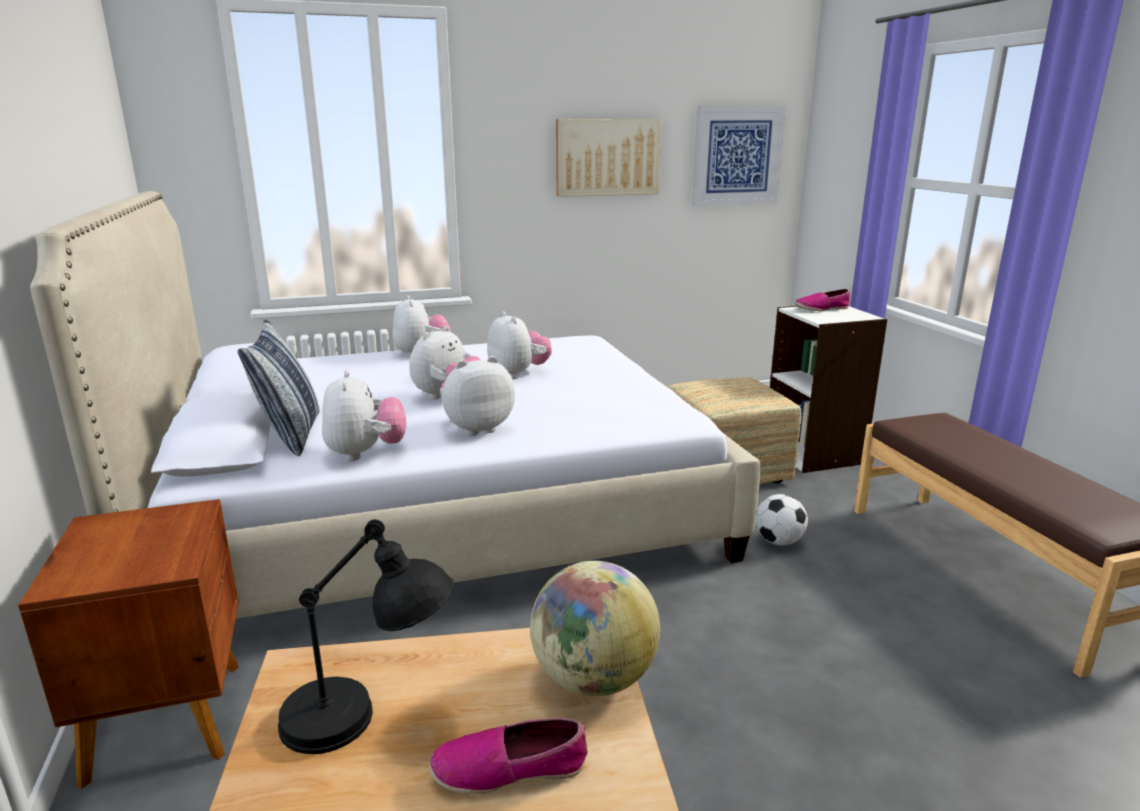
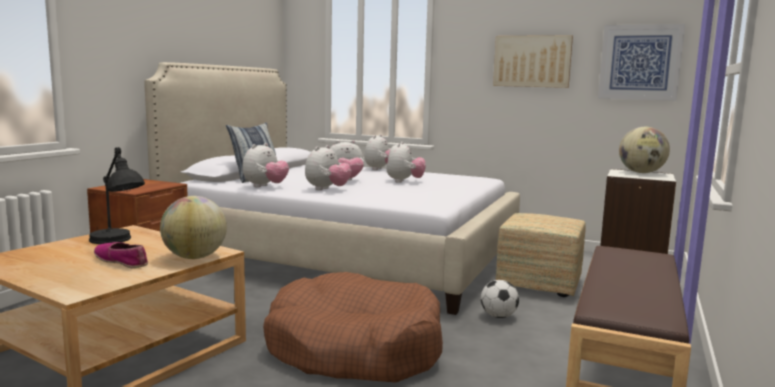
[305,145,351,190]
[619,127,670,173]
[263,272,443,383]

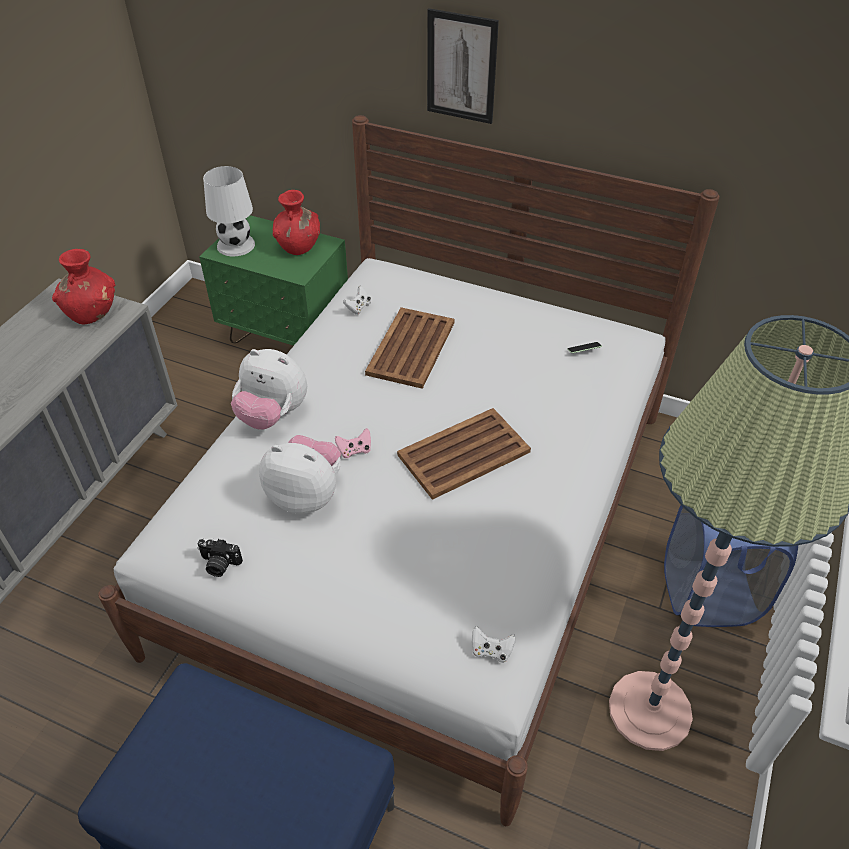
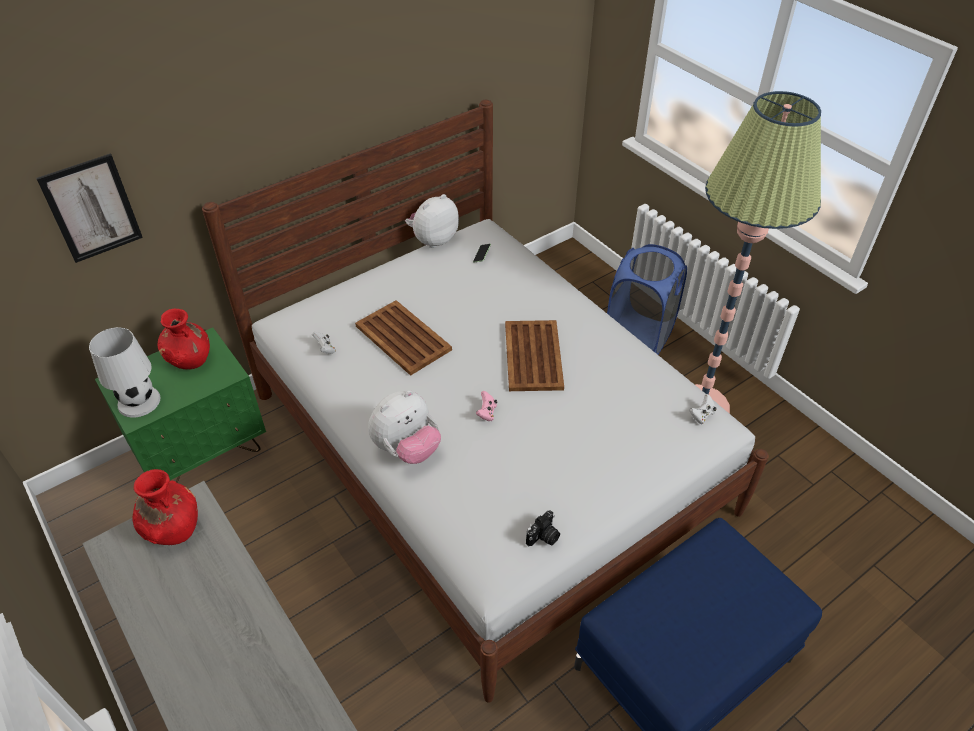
[405,194,459,248]
[36,153,143,263]

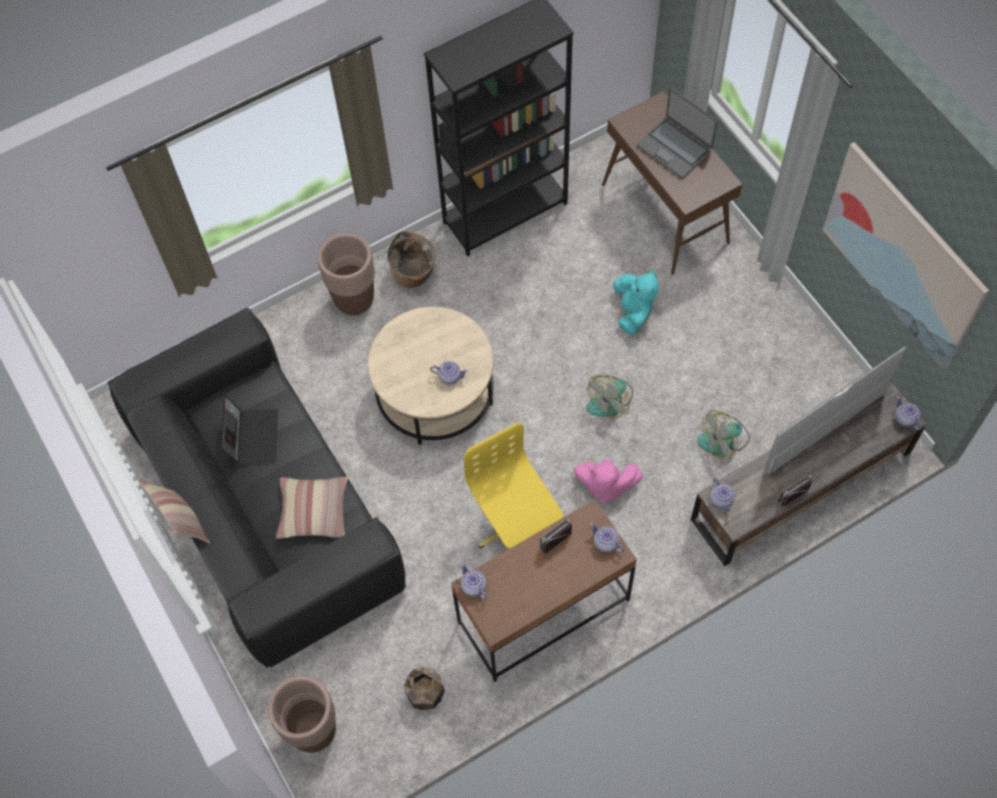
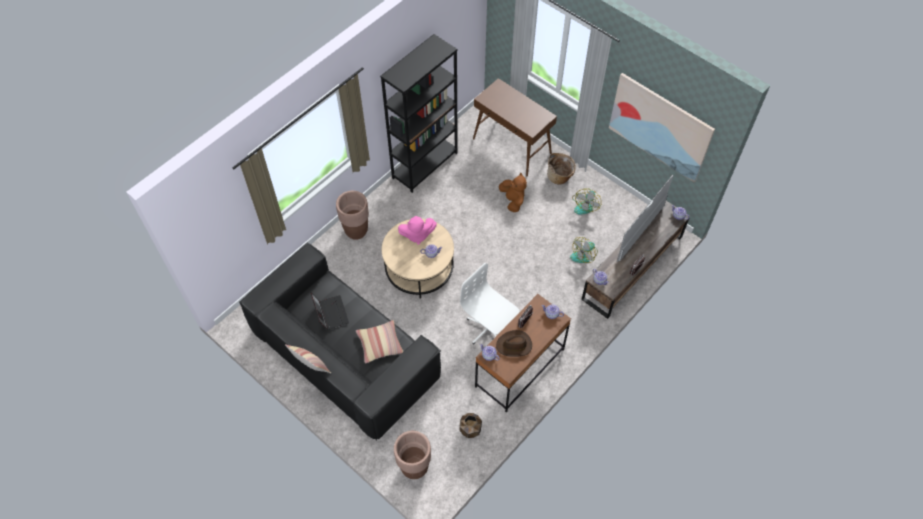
[547,153,576,185]
[460,263,519,344]
[398,216,437,245]
[572,188,602,214]
[499,173,527,212]
[637,88,718,178] (first image)
[496,330,532,357]

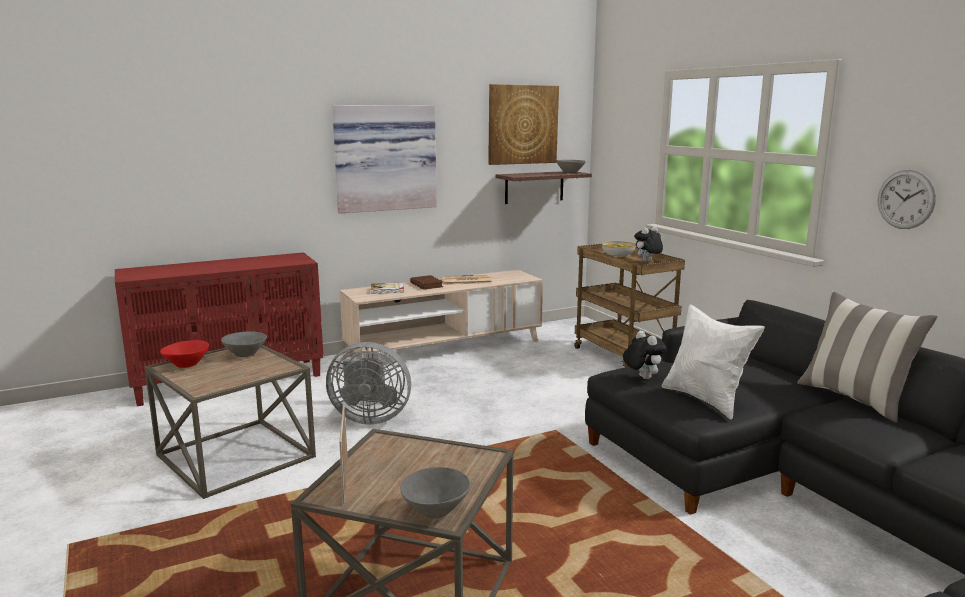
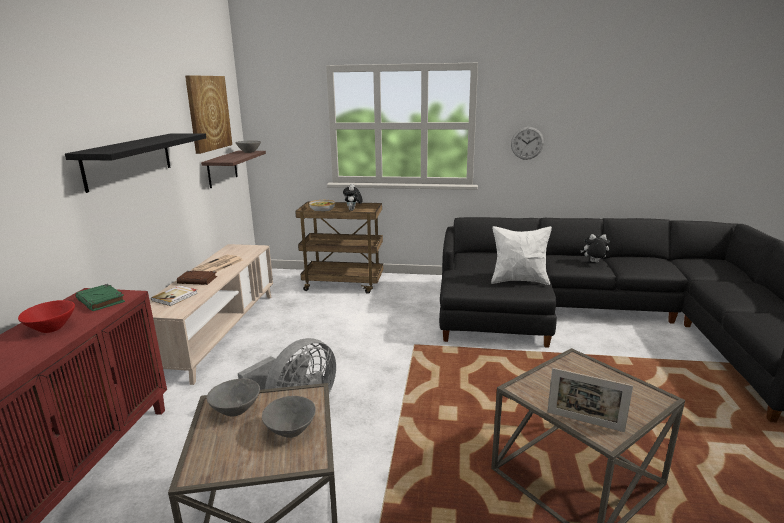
[18,300,75,333]
[65,133,206,193]
[262,396,316,438]
[580,234,610,263]
[798,291,937,423] (first image)
[76,284,125,311]

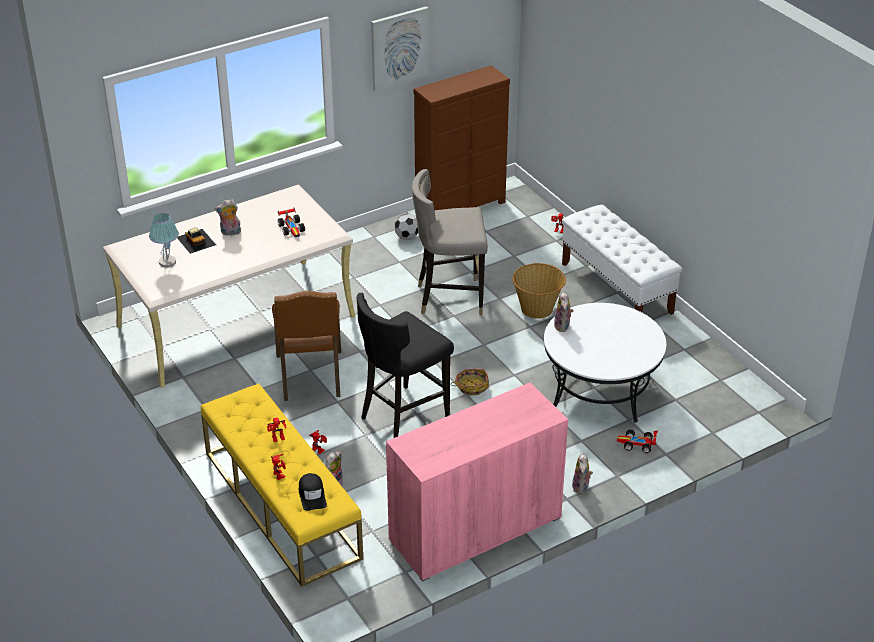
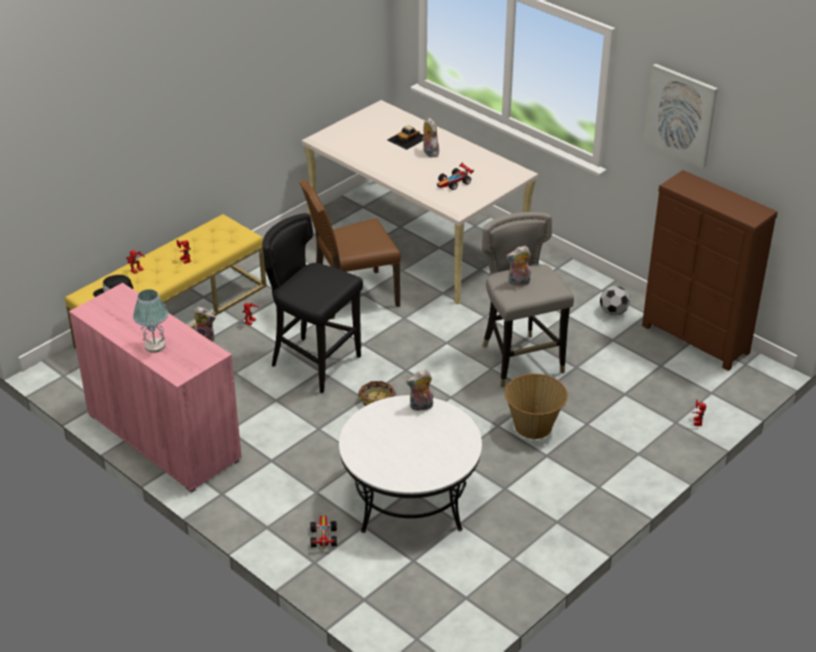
[133,289,168,353]
[562,205,682,315] (first image)
[506,246,531,286]

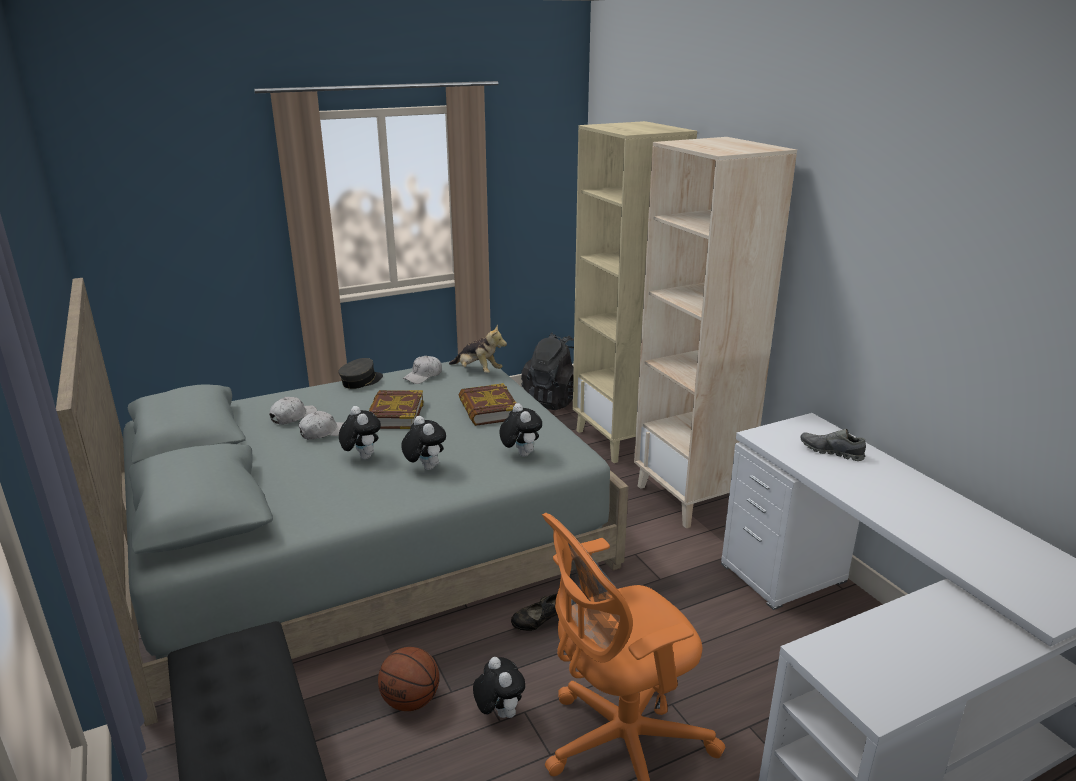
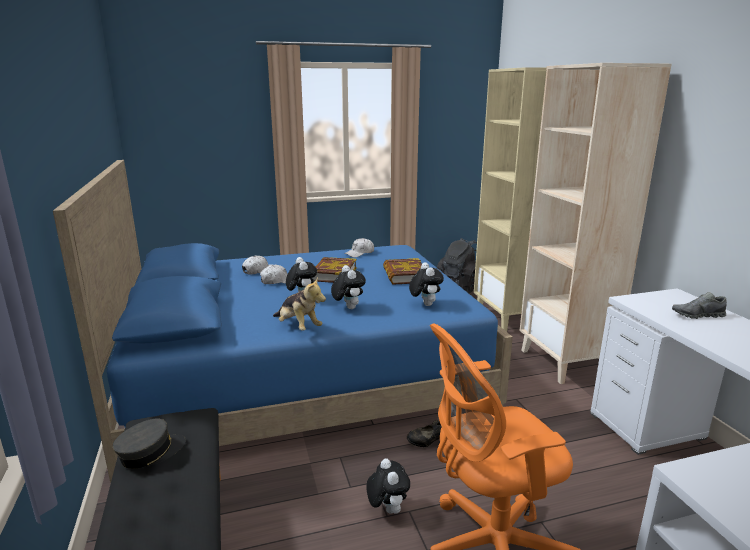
[53,160,513,483]
[113,418,186,469]
[378,647,439,711] (first image)
[273,277,326,330]
[672,292,727,319]

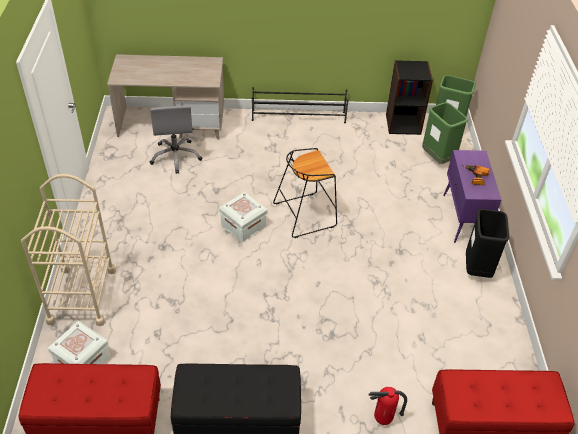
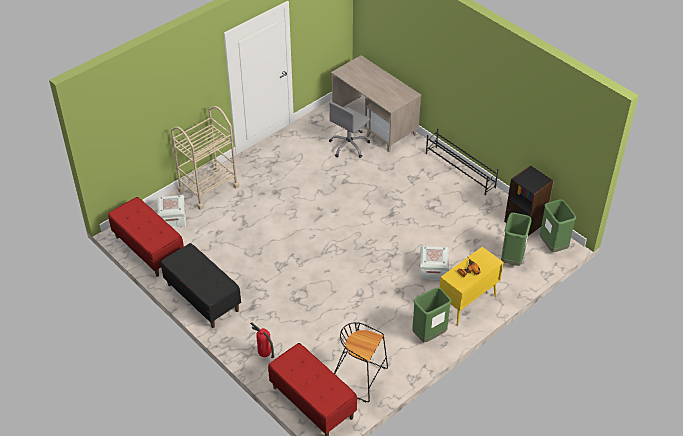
[420,246,449,280]
[334,322,388,402]
[439,247,504,326]
[412,287,451,342]

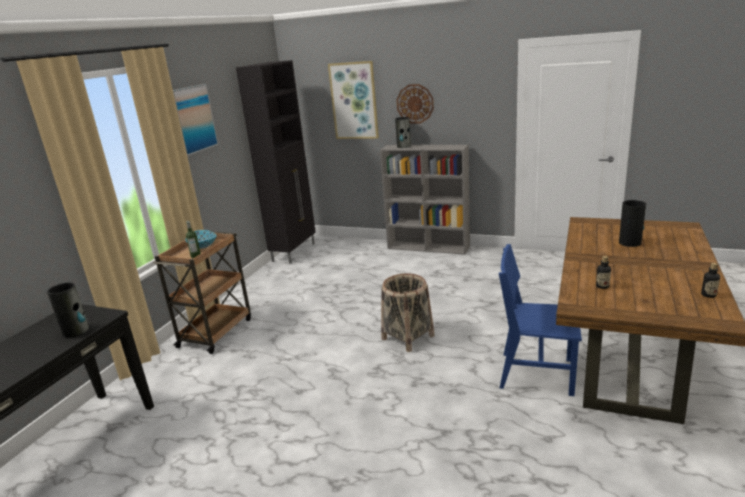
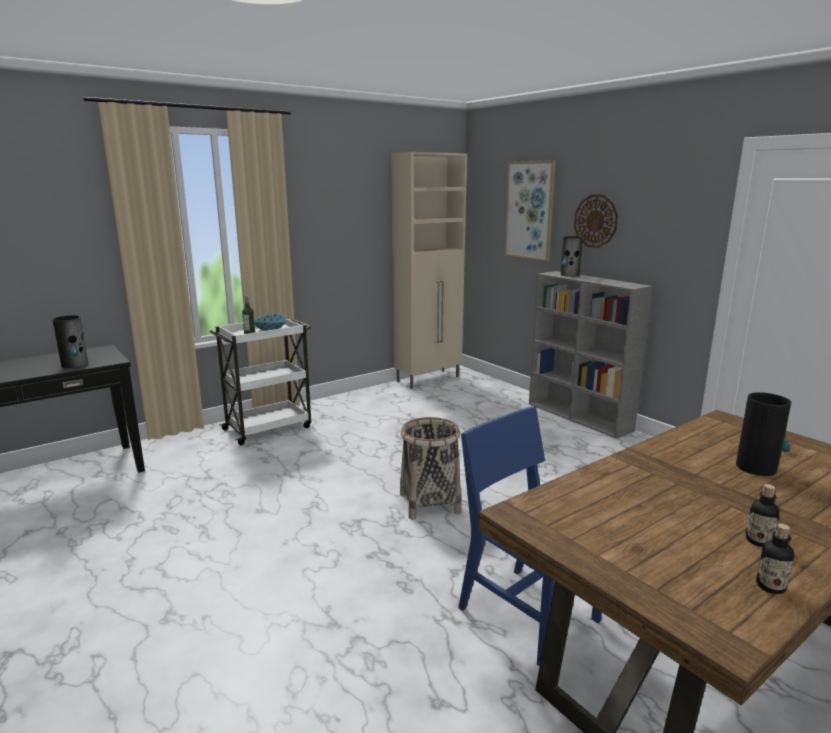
[209,318,311,446]
[173,84,219,156] (first image)
[391,152,467,389]
[746,484,779,547]

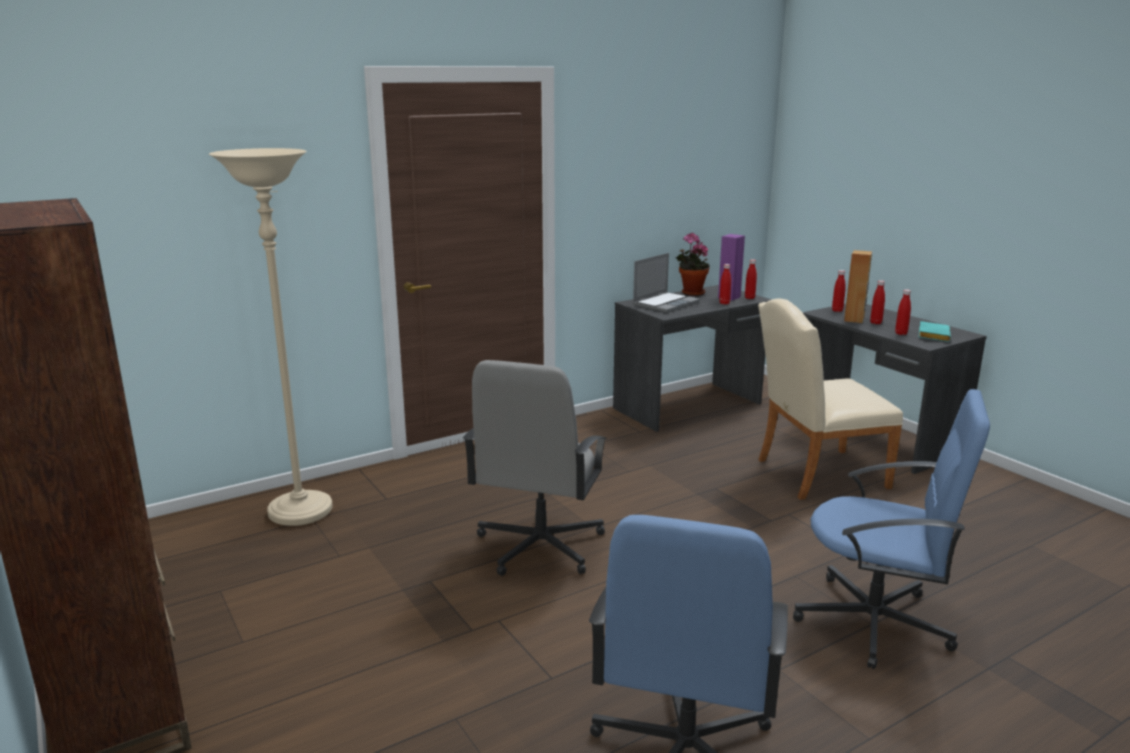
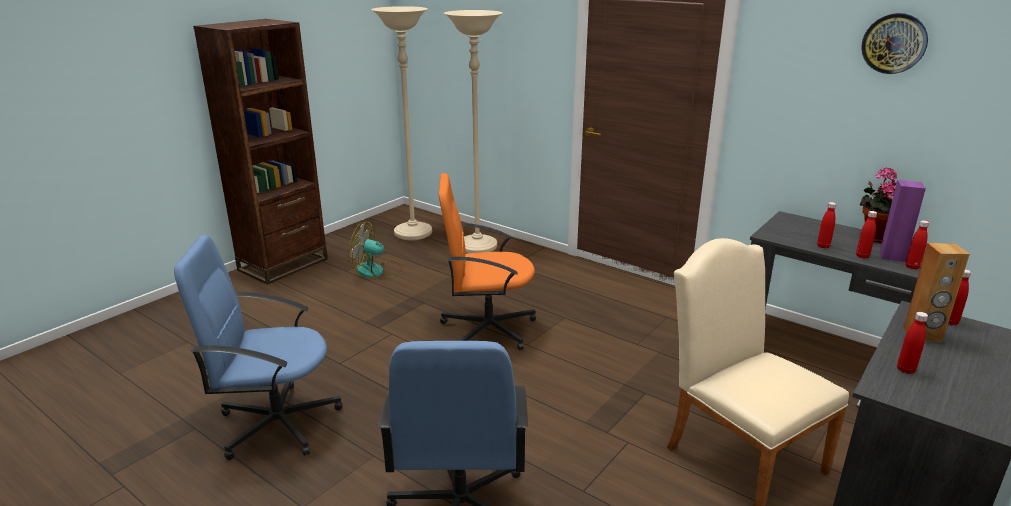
[439,173,536,350]
[633,253,700,313] (first image)
[817,202,836,249]
[919,321,951,342] (first image)
[348,221,401,279]
[371,6,432,240]
[861,13,928,74]

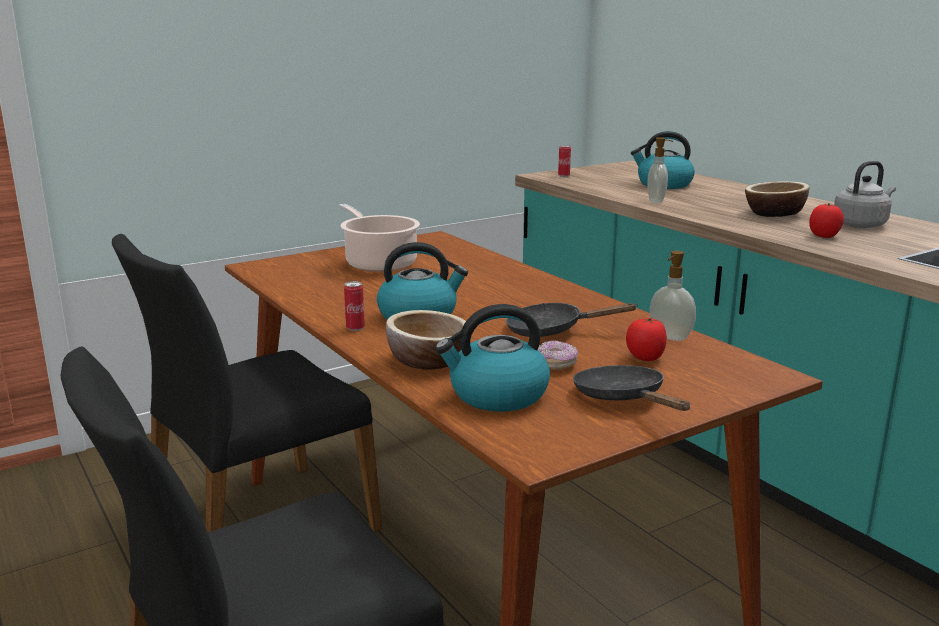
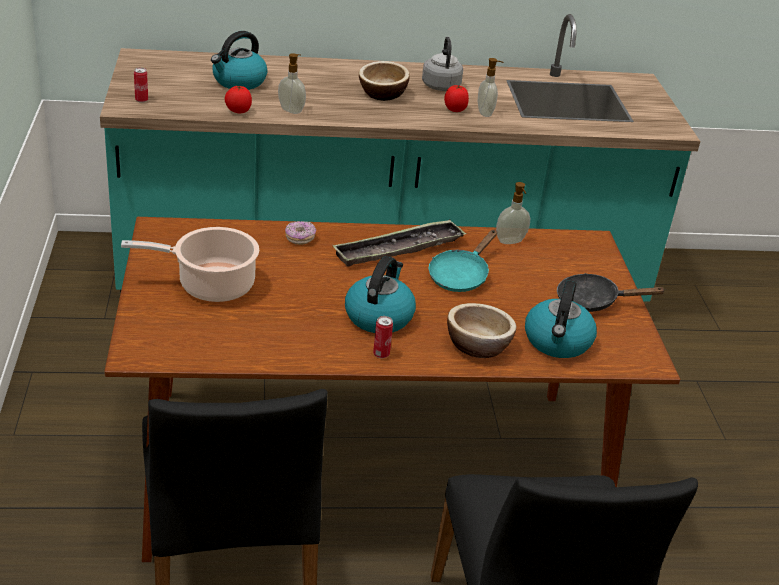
[429,230,497,292]
[285,221,316,245]
[225,86,252,113]
[333,219,467,267]
[478,58,504,117]

